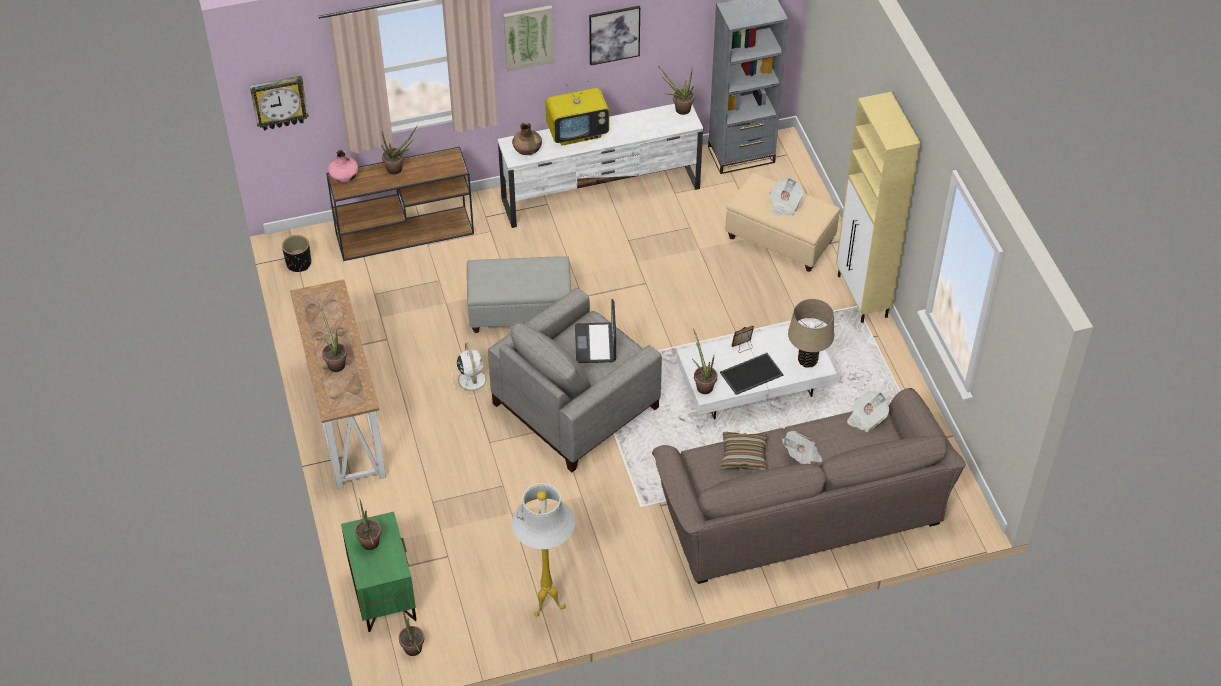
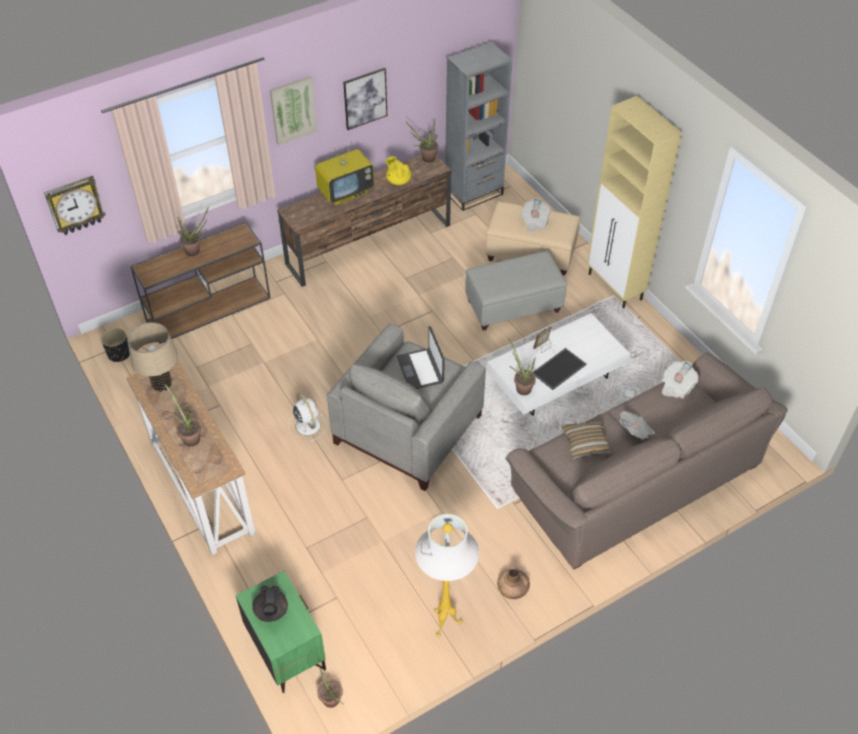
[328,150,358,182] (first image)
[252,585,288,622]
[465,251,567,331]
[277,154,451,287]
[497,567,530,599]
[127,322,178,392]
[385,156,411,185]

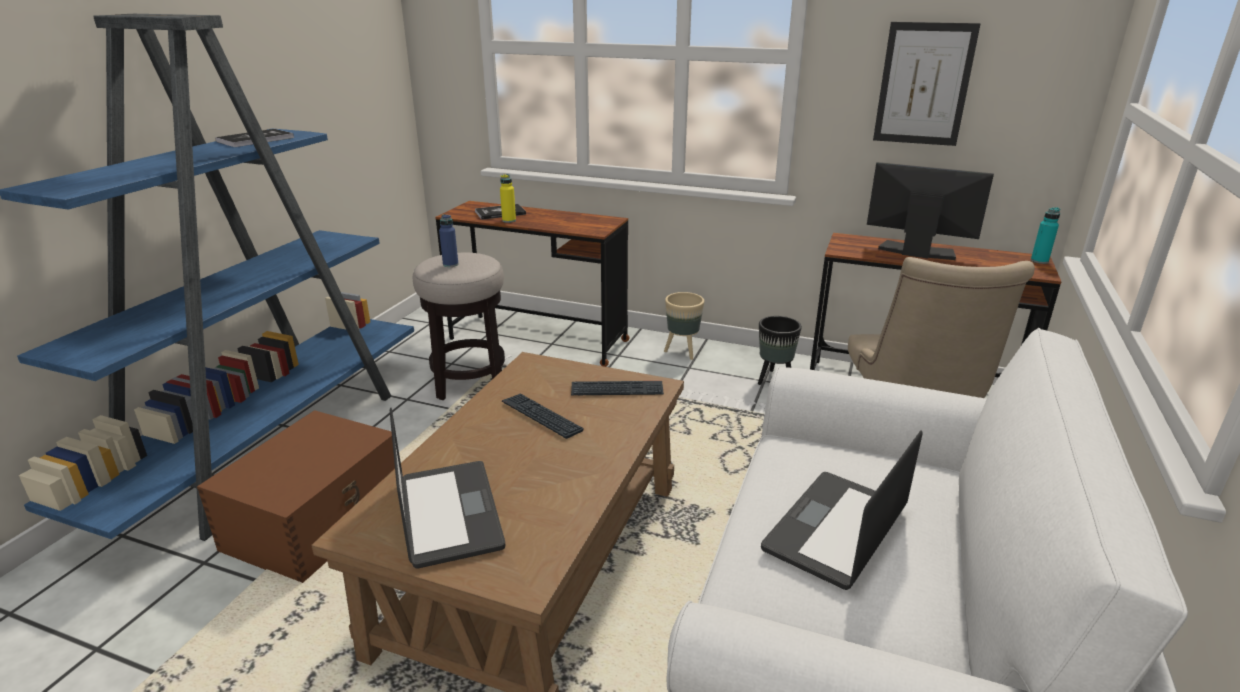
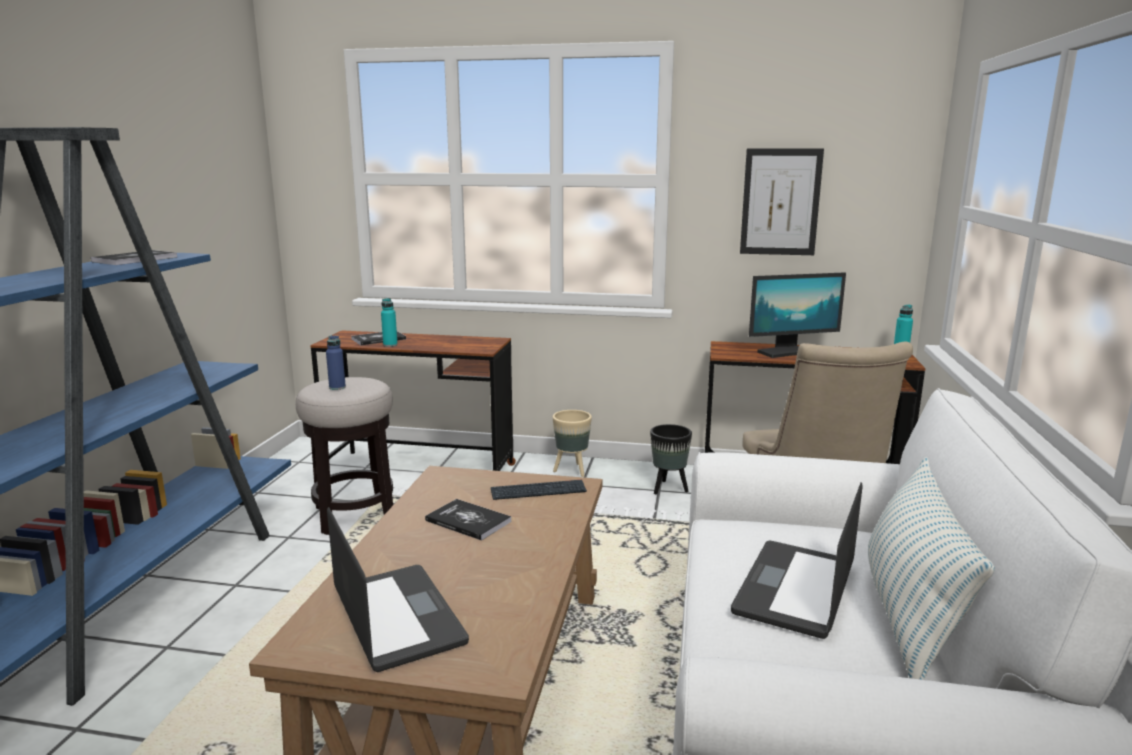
[197,410,395,583] (first image)
[381,298,398,347]
[425,499,512,541]
[749,272,846,358]
[868,457,995,680]

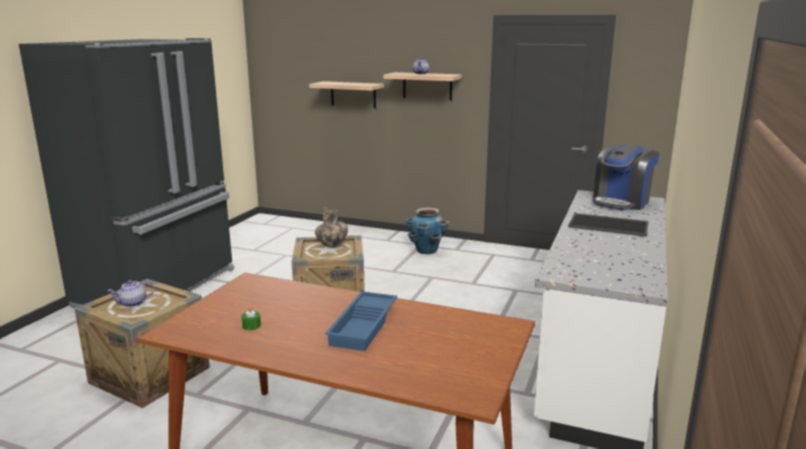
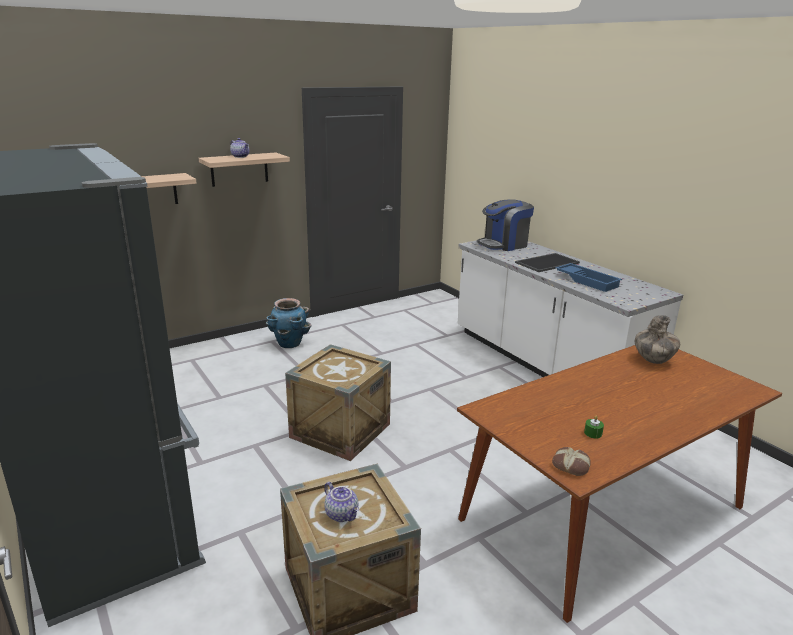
[325,482,359,522]
[635,315,680,364]
[555,263,622,292]
[477,199,534,251]
[552,447,591,476]

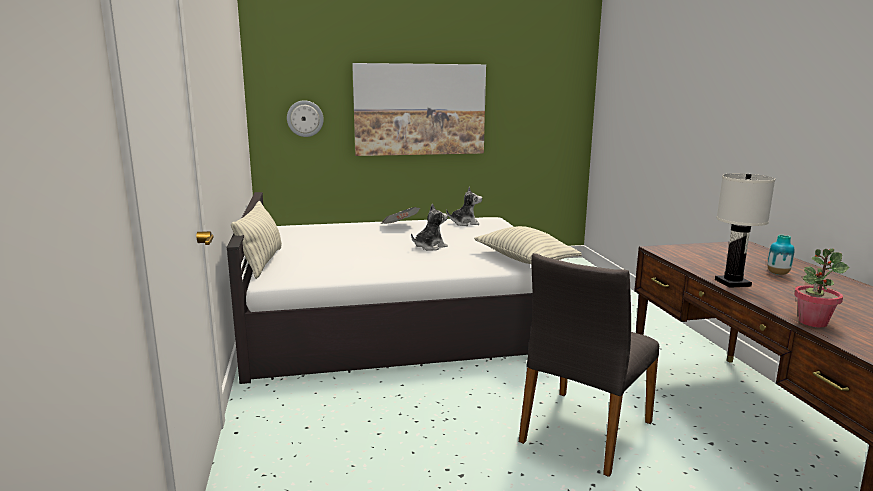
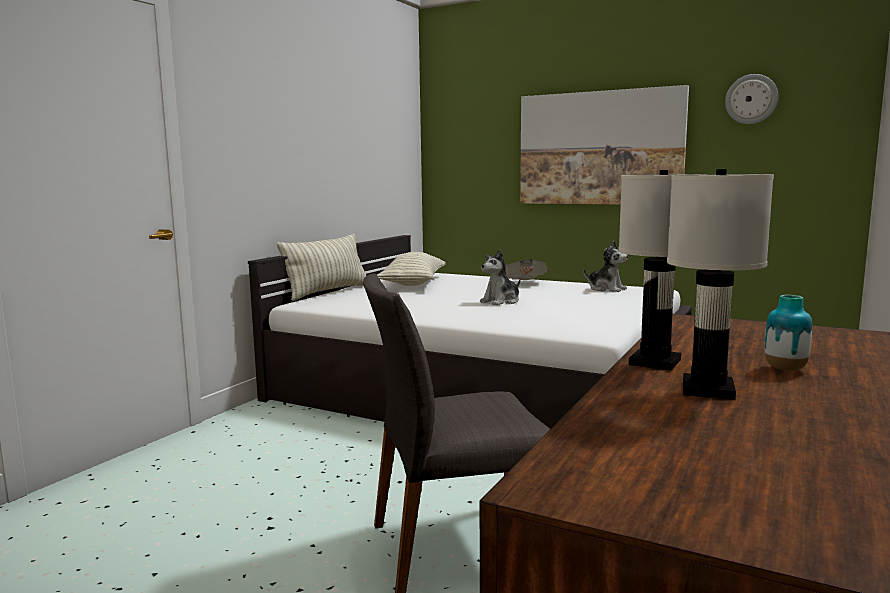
[725,74,778,124]
[480,249,521,305]
[377,252,446,286]
[794,249,849,328] (first image)
[667,169,774,400]

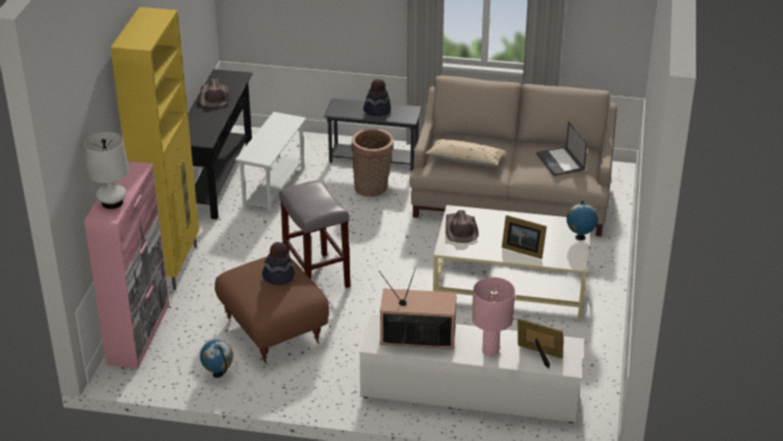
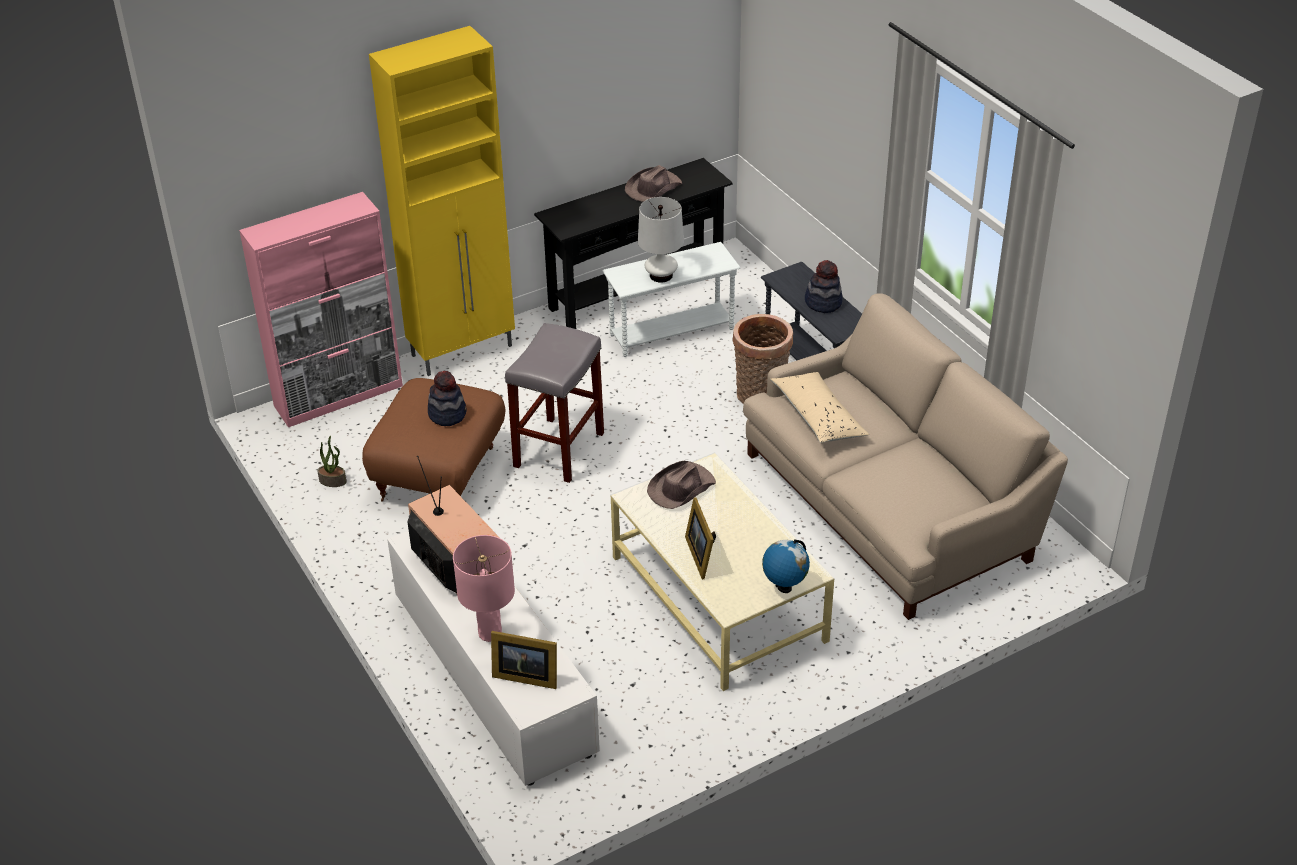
[638,197,684,282]
[317,436,346,487]
[491,631,557,689]
[536,121,587,176] (first image)

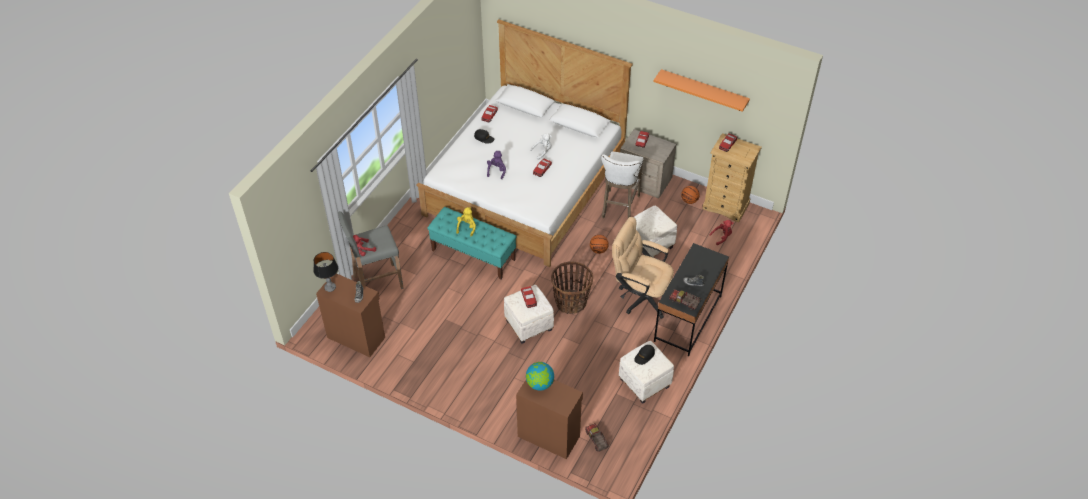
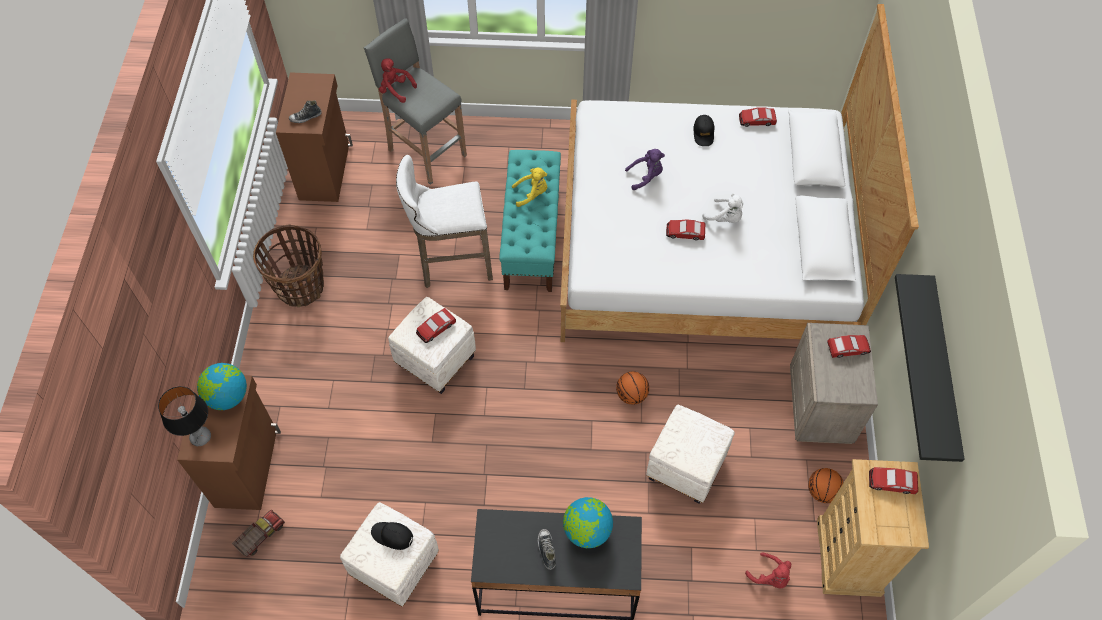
[158,386,211,446]
[253,224,324,307]
[396,155,493,288]
[612,217,674,319] (first image)
[895,274,965,462]
[669,290,701,311] (first image)
[563,497,613,548]

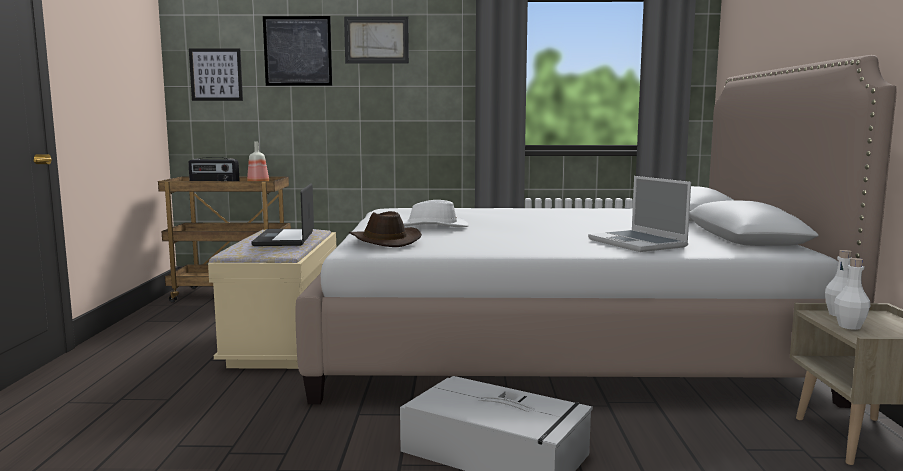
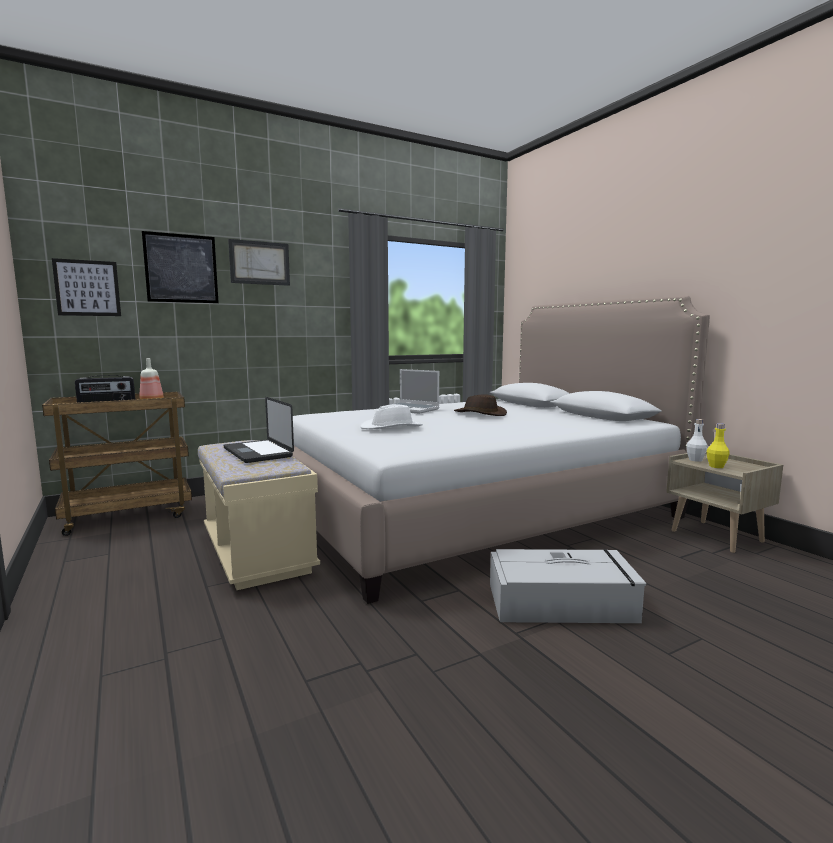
[454,394,507,416]
[380,369,439,414]
[707,423,730,468]

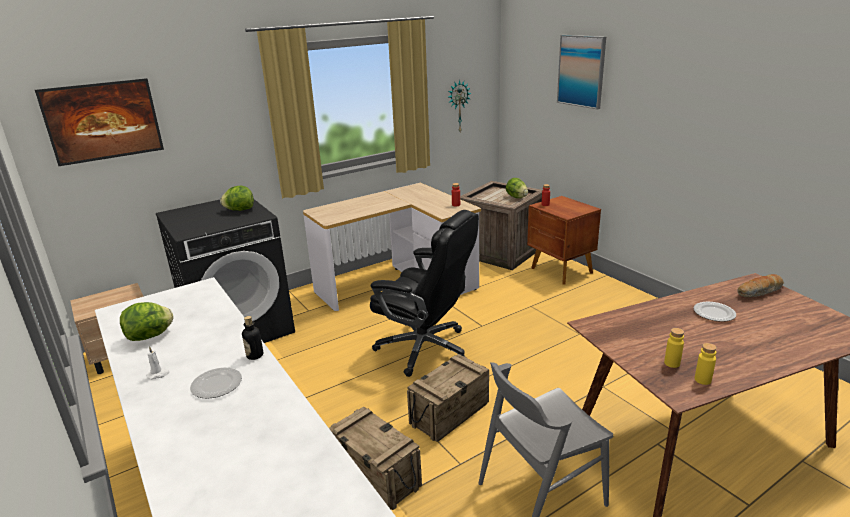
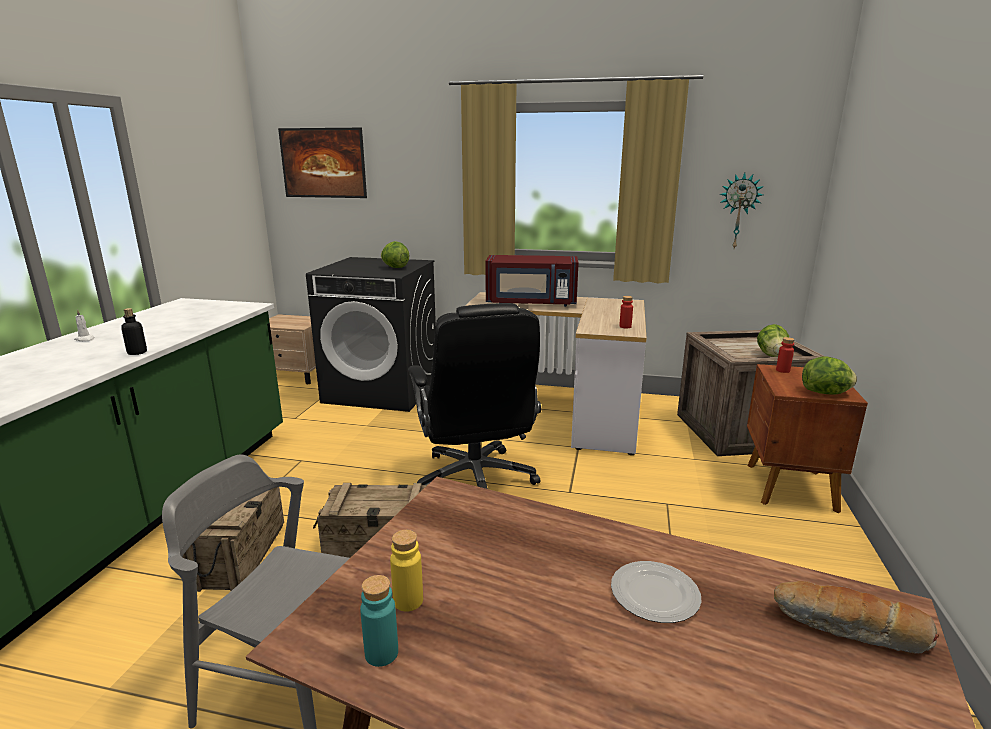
[802,357,857,395]
[190,368,242,399] (first image)
[557,35,606,109] (first image)
[360,575,398,667]
[485,255,579,307]

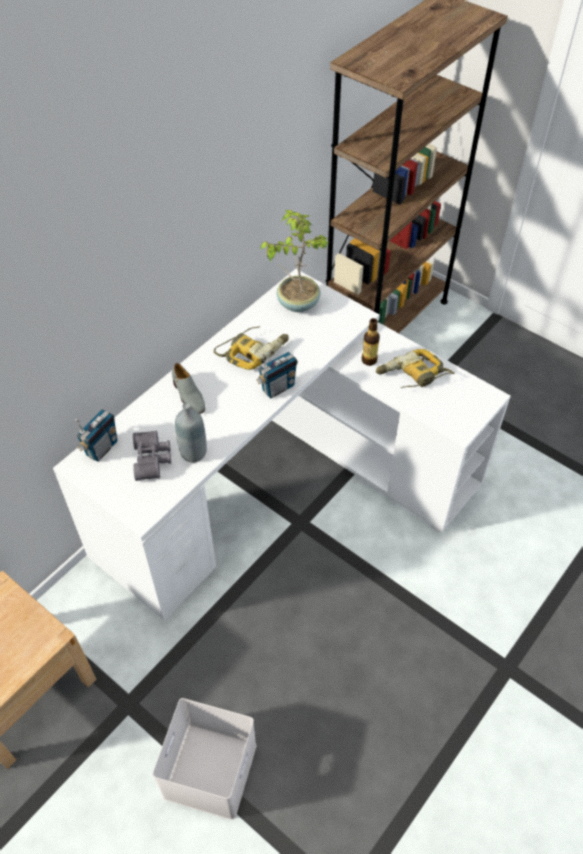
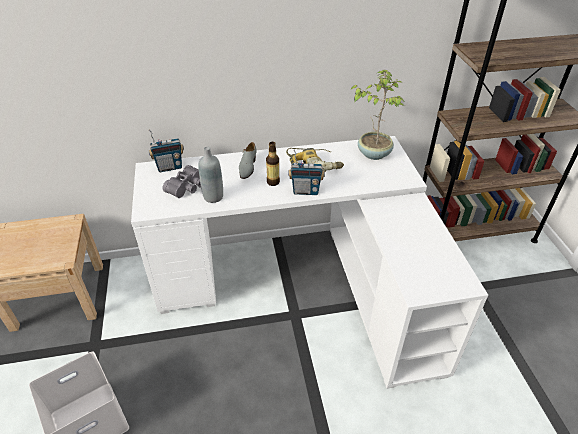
[266,142,280,186]
[376,349,454,388] (first image)

